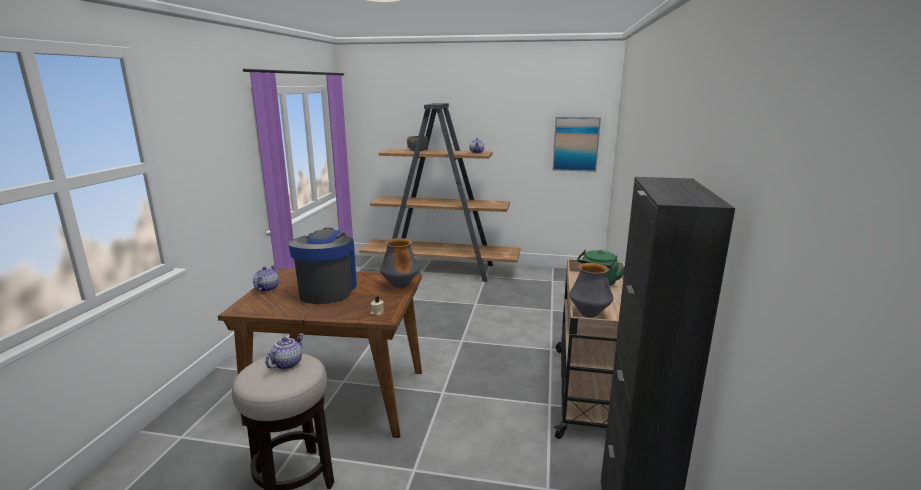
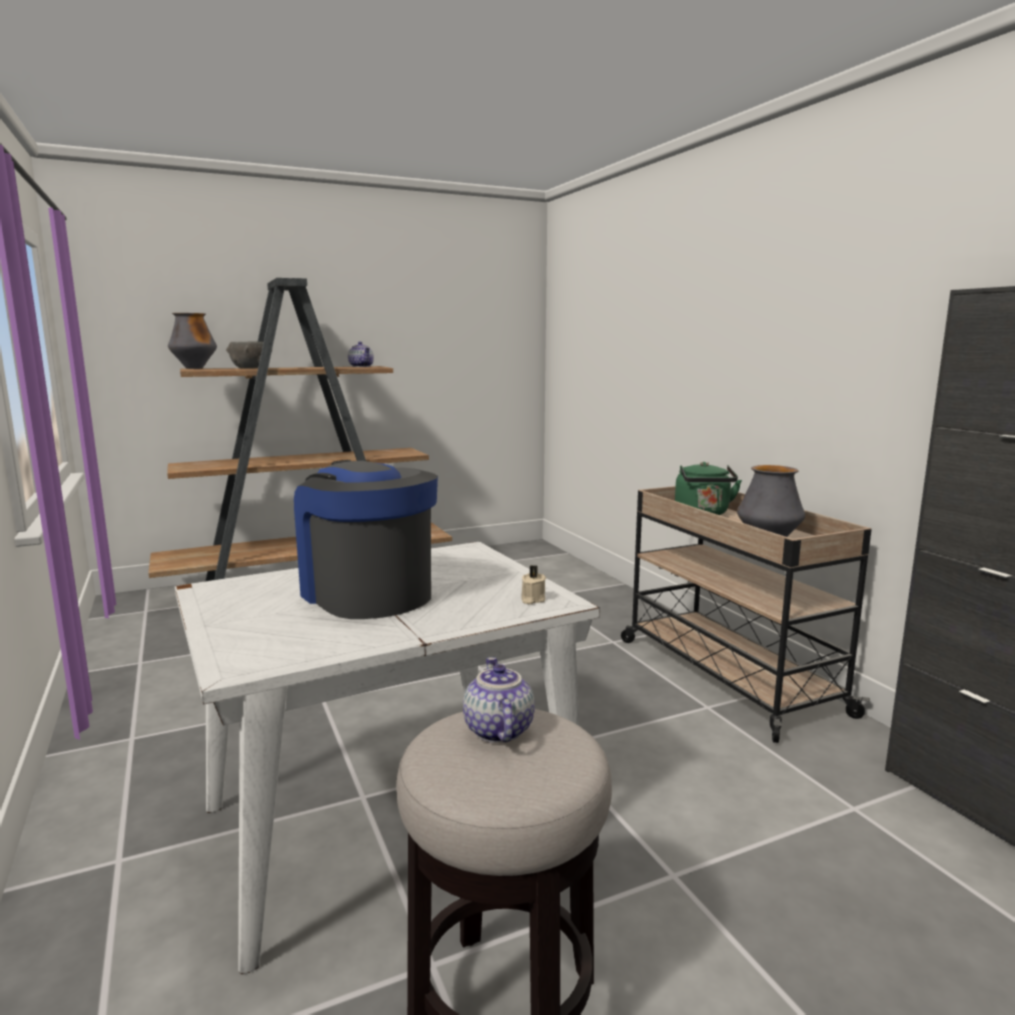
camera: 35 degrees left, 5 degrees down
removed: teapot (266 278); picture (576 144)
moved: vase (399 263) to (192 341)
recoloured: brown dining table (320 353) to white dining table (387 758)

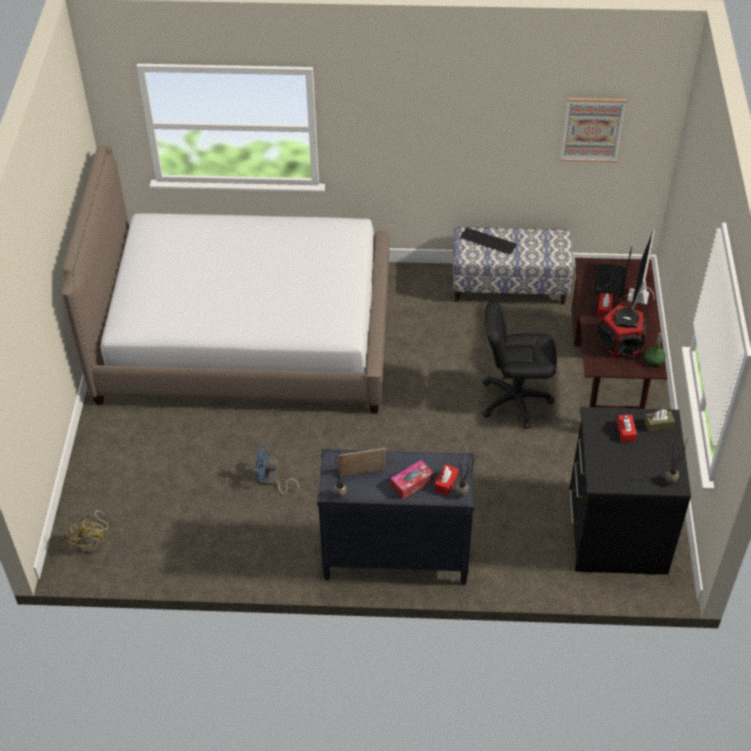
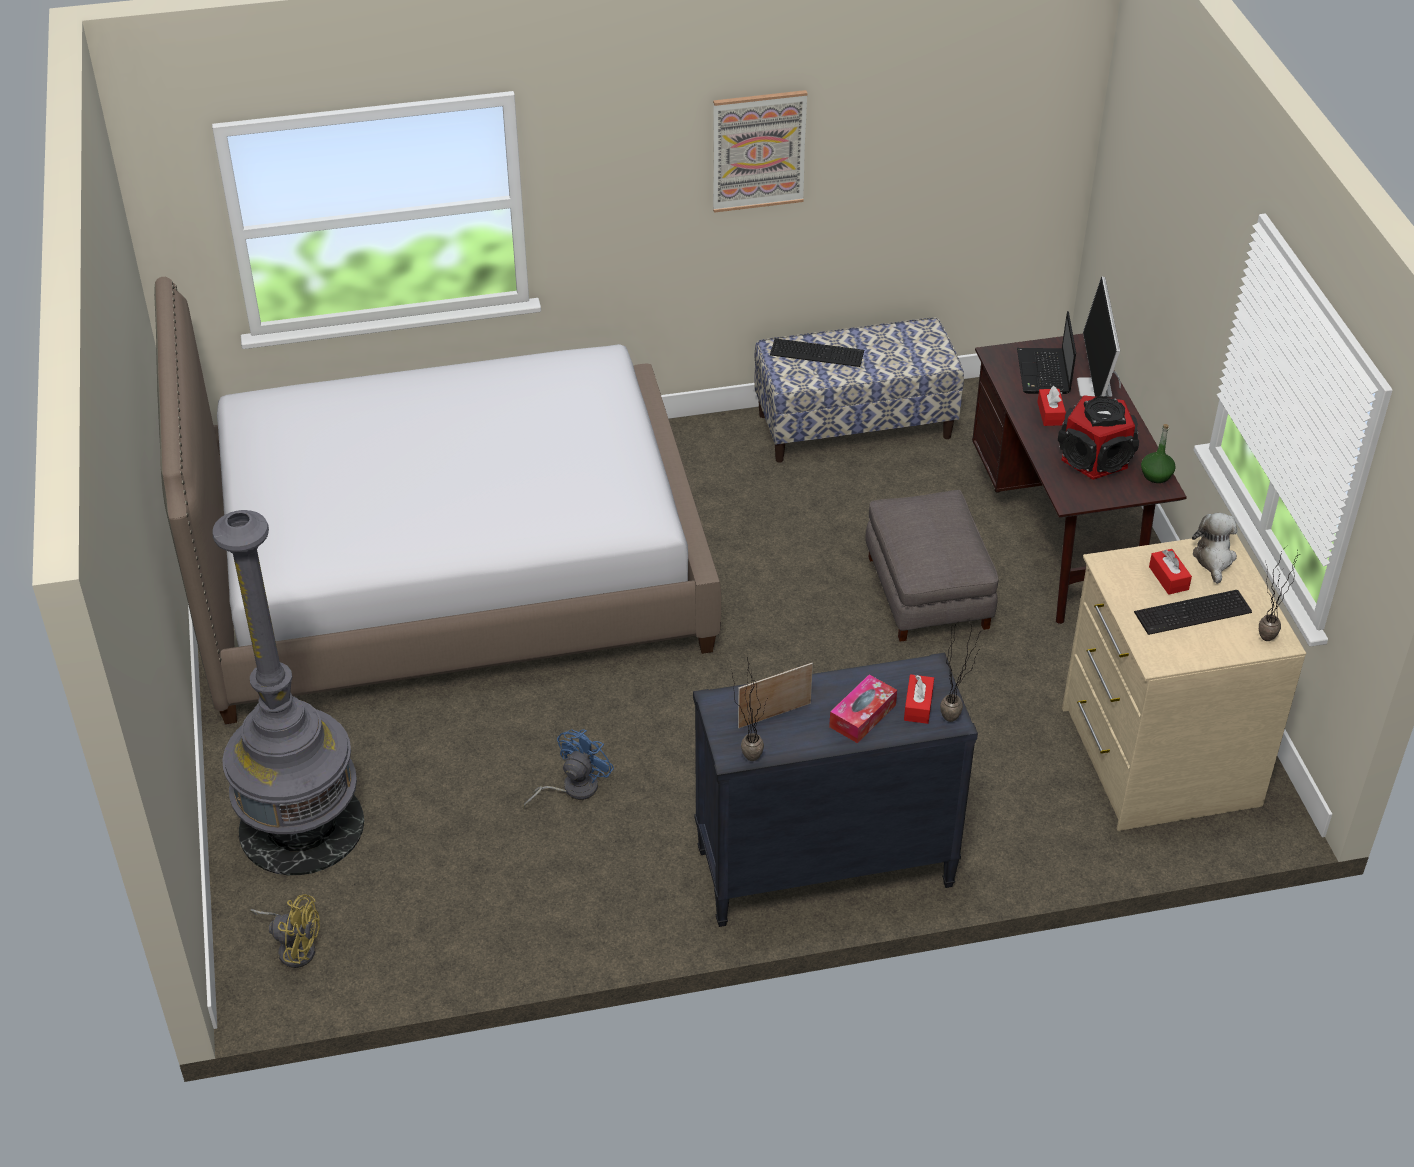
camera: 15 degrees left, 5 degrees down
added: grey floor lamp (288 692); keyboard (1193 612)
moved: picture (593 130) to (760 151)
replaced: black office chair (519 365) to grey ottoman (931 566); brown tissue box (659 420) to plush toy (1214 548)
recoloured: black dresser (630 491) to beige dresser (1184 682)
turned: yellow fan (87 532) = (285 931) 45 degrees counterclockwise; blue fan (277 470) = (568 769) 135 degrees clockwise

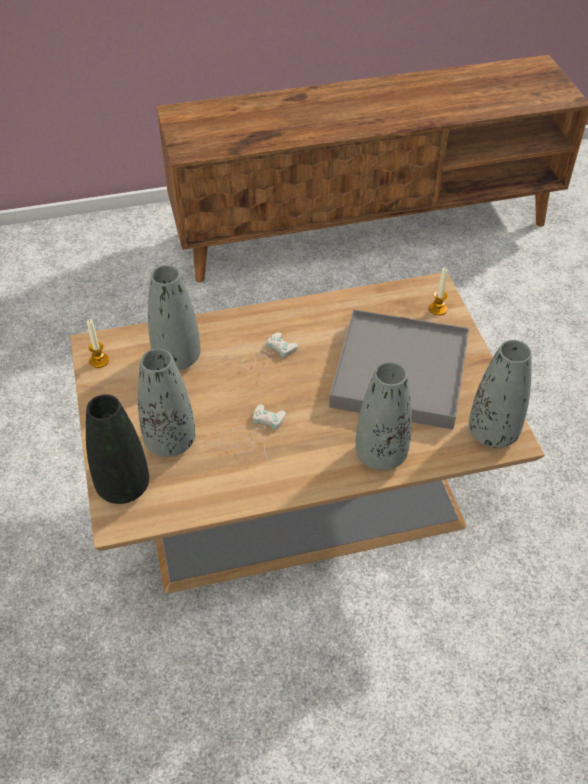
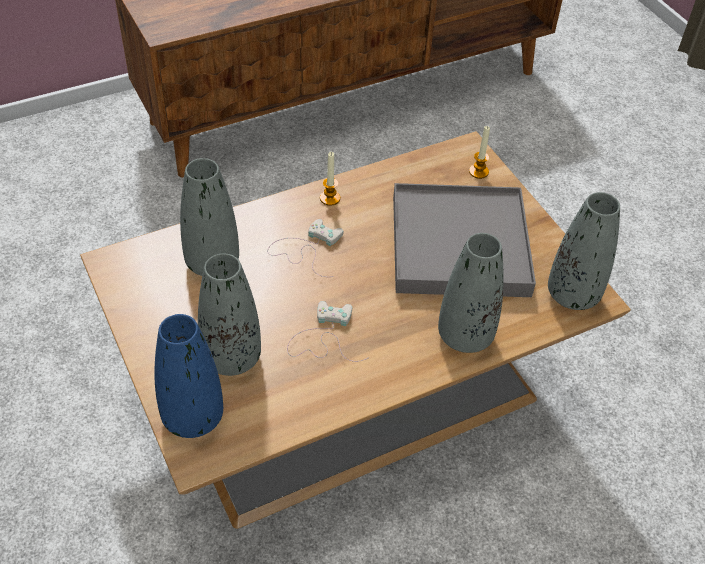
camera: 15 degrees left, 0 degrees up
moved: candle (98 343) to (330 179)
recoloured: black vase (117 449) to blue vase (188 376)

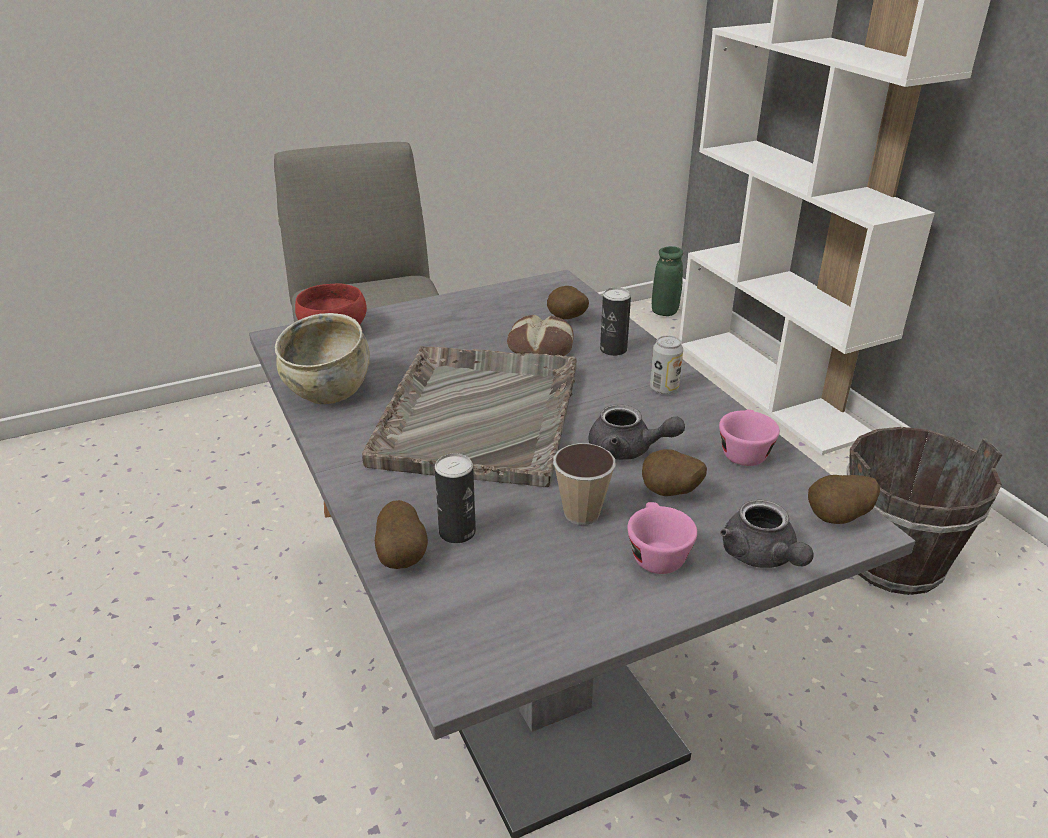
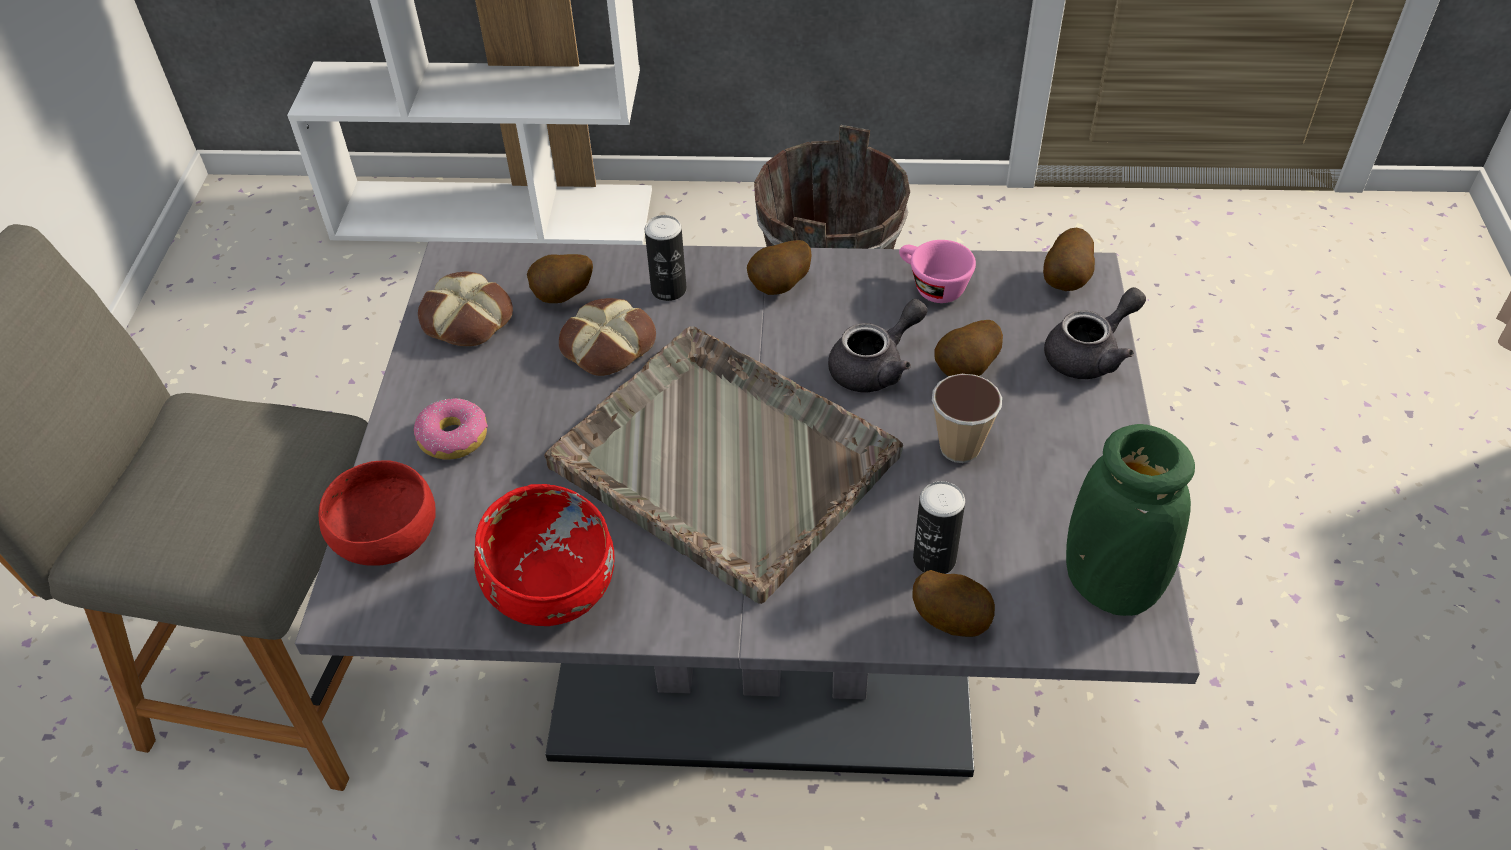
camera: 60 degrees left, 15 degrees up
removed: pink cup (662 538)
added: donut (451 429); bread (465 309)
moved: green vase (667 281) to (1130 520)
replaced: can (666 365) to potato (779 267)
recoloured: beige bowl (322 358) to red bowl (544 555)
turned: grey teapot (767 534) = (1095 333) 45 degrees counterclockwise

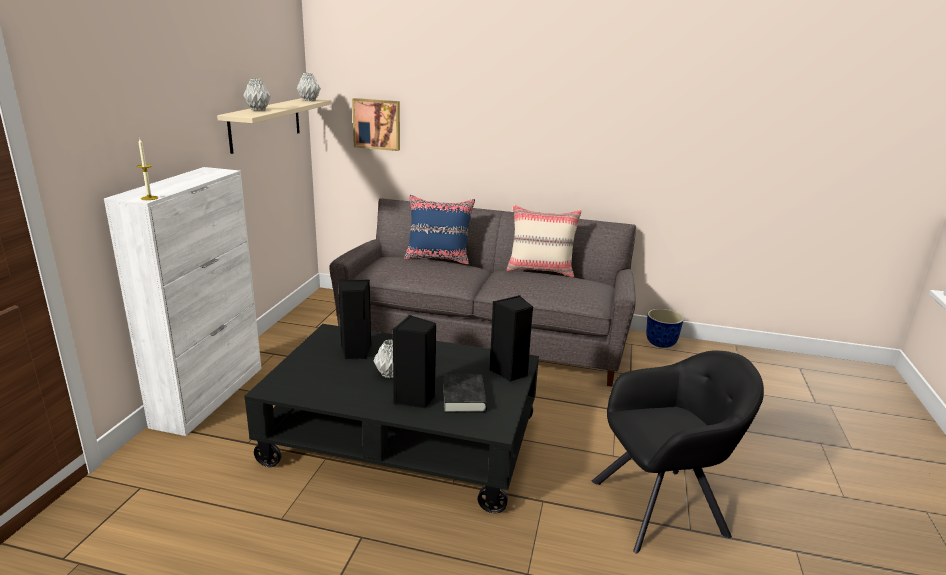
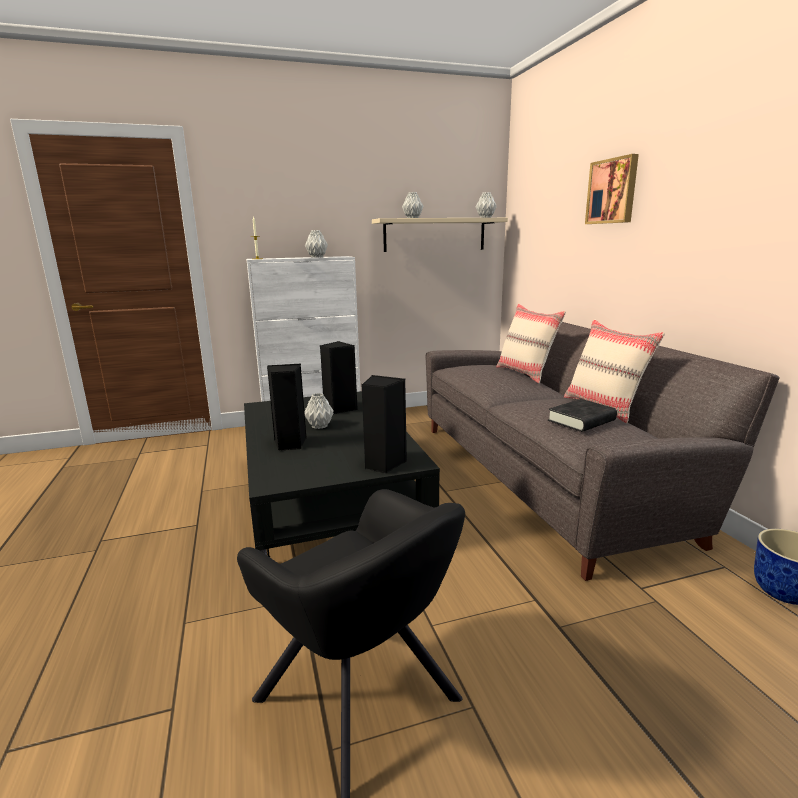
camera: 60 degrees right, 5 degrees down
added: grey vase (316 244)
moved: picture (376 124) to (612 189); black book (465 393) to (582 415)
recoloured: blue pillow (439 230) to beige pillow (531 343)

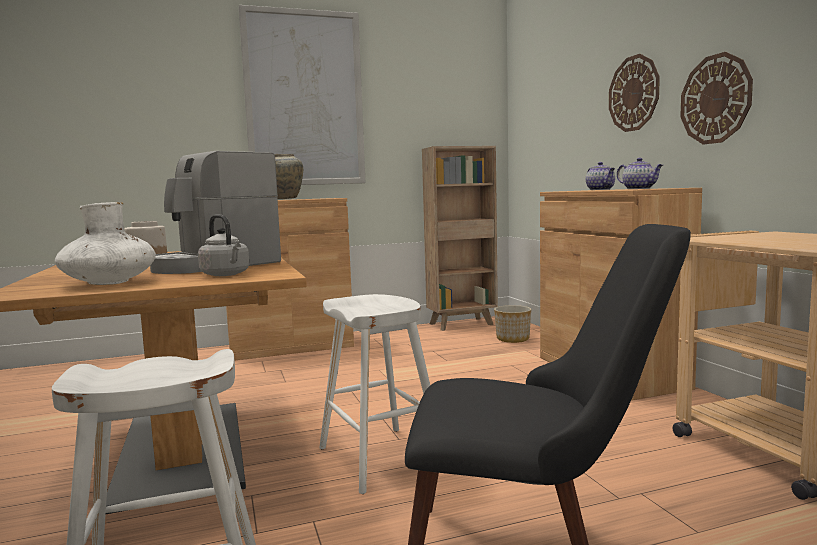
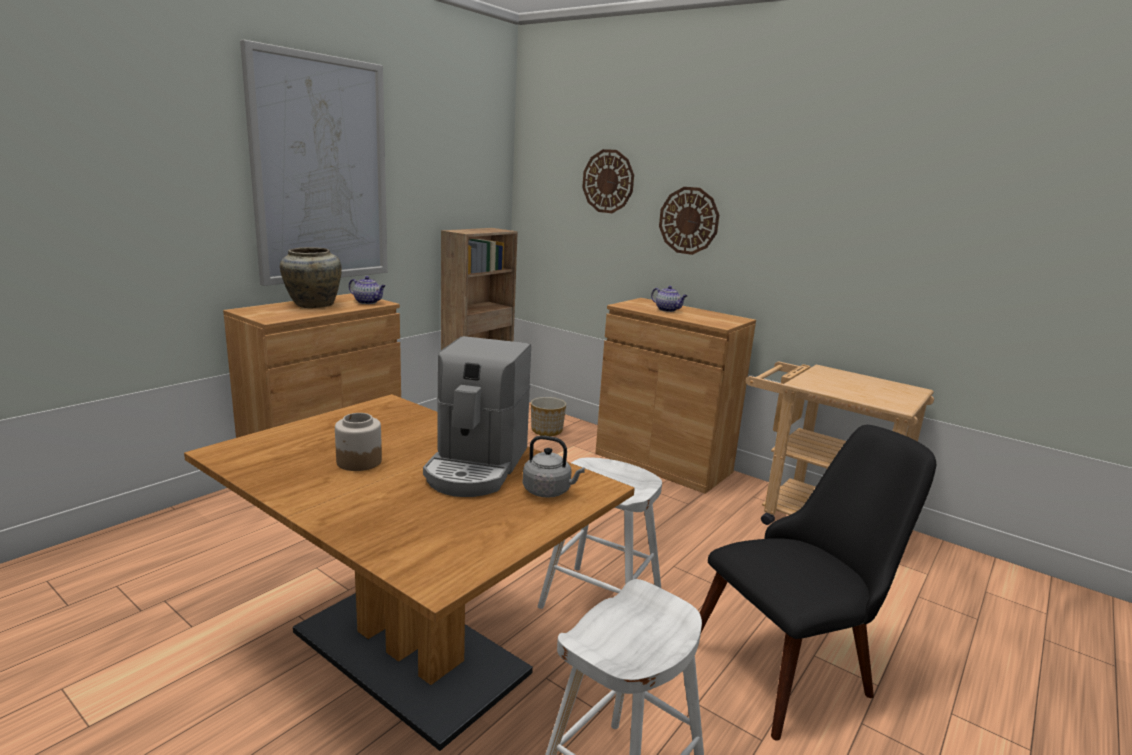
camera: 35 degrees left, 10 degrees up
removed: white vase (105 243)
moved: teapot (640 173) to (367 290); wall clock (716 98) to (608 181)

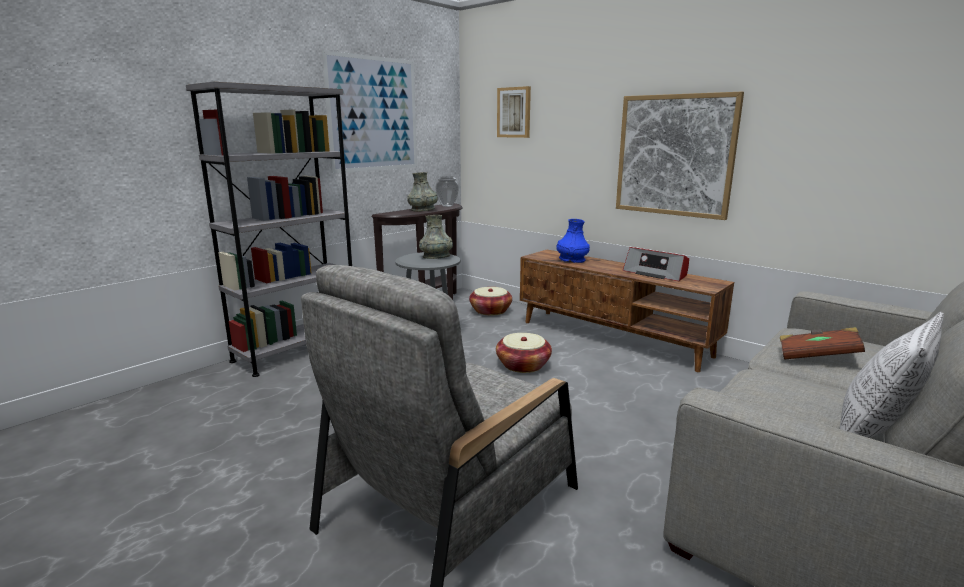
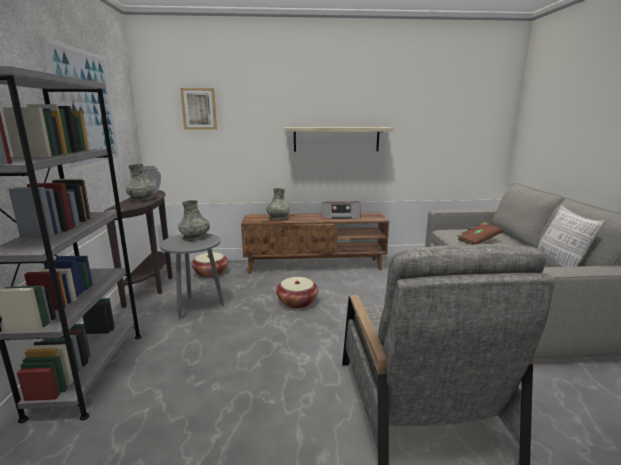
camera: 45 degrees left, 0 degrees up
replaced: picture (680 156) to shelf (339 139)
recoloured: blue vase (573 241) to grey vase (278 204)

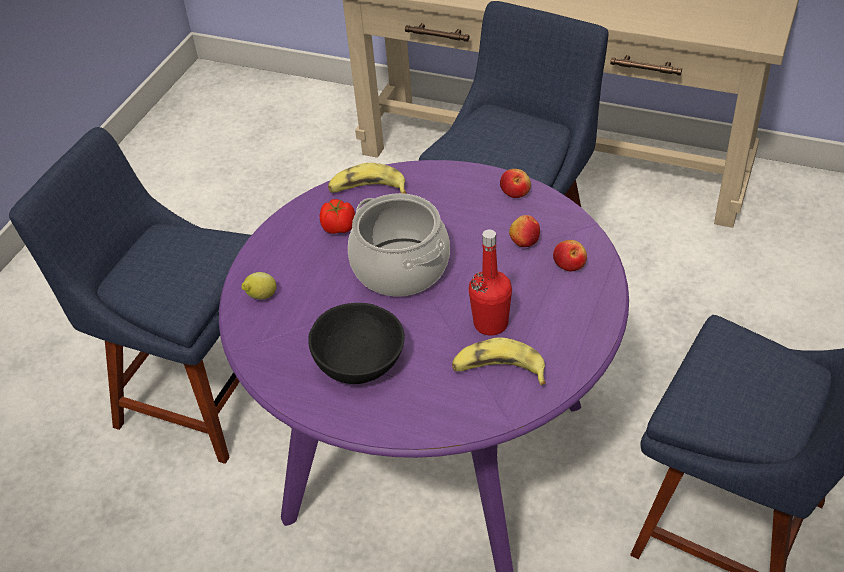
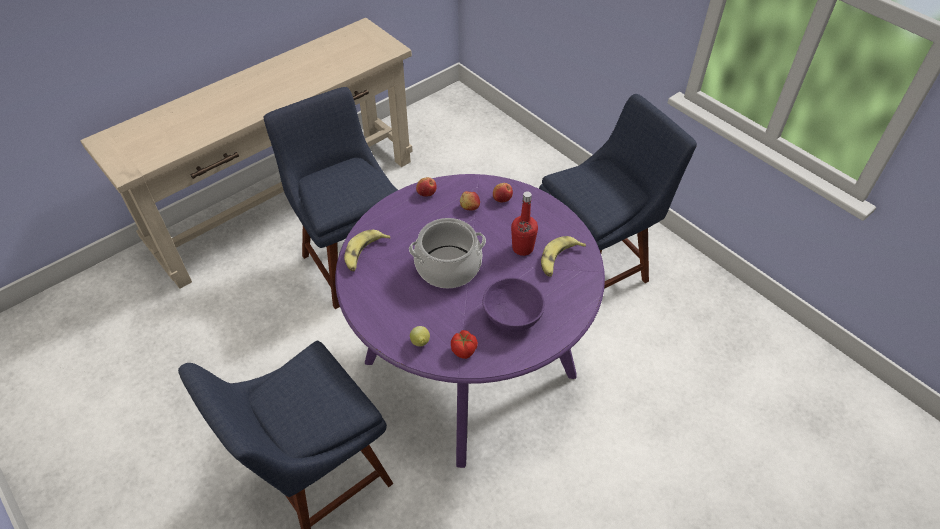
camera: 65 degrees left, 5 degrees up
moved: tomato (337 216) to (464 344)
recoloured: black bowl (356 343) to purple bowl (513 305)

